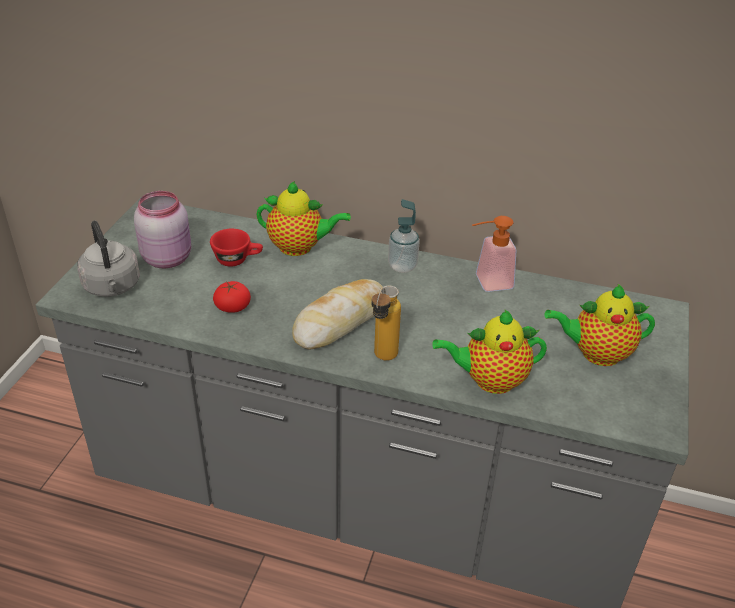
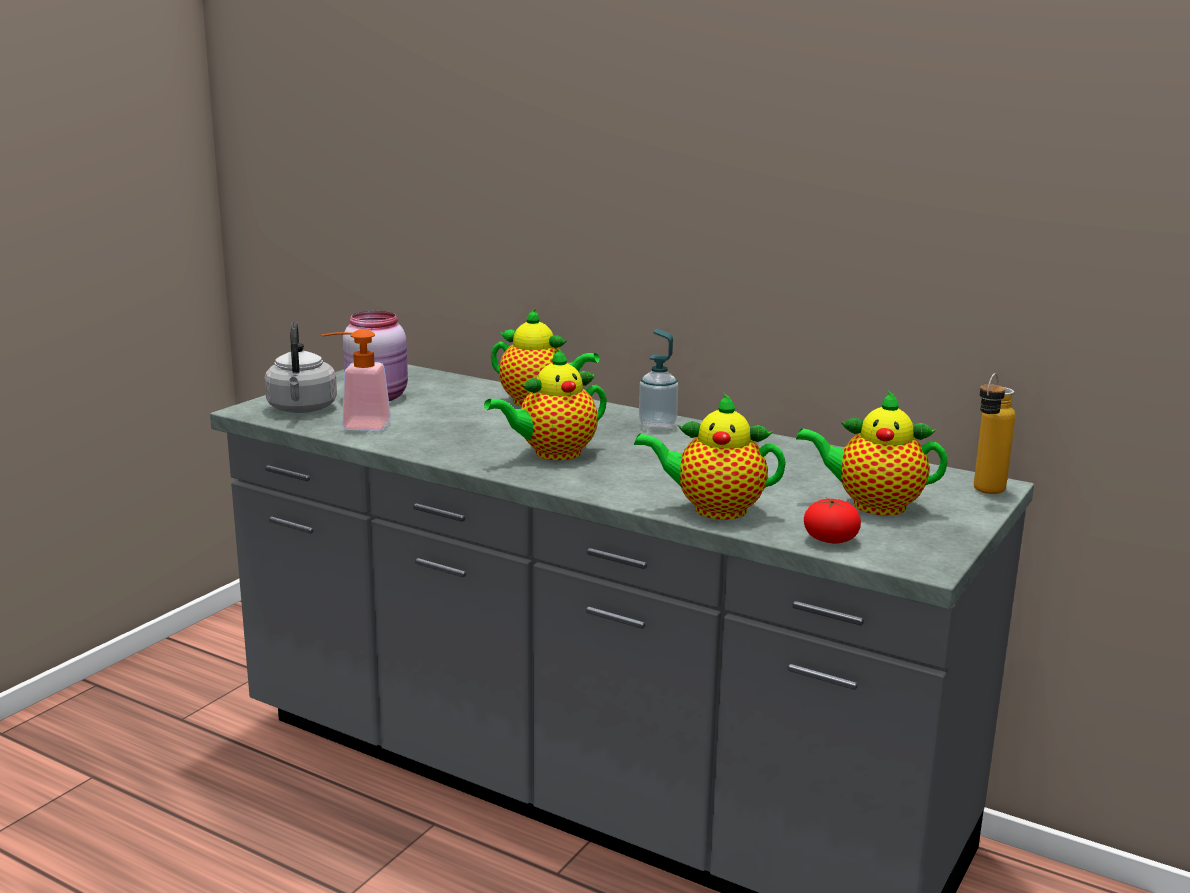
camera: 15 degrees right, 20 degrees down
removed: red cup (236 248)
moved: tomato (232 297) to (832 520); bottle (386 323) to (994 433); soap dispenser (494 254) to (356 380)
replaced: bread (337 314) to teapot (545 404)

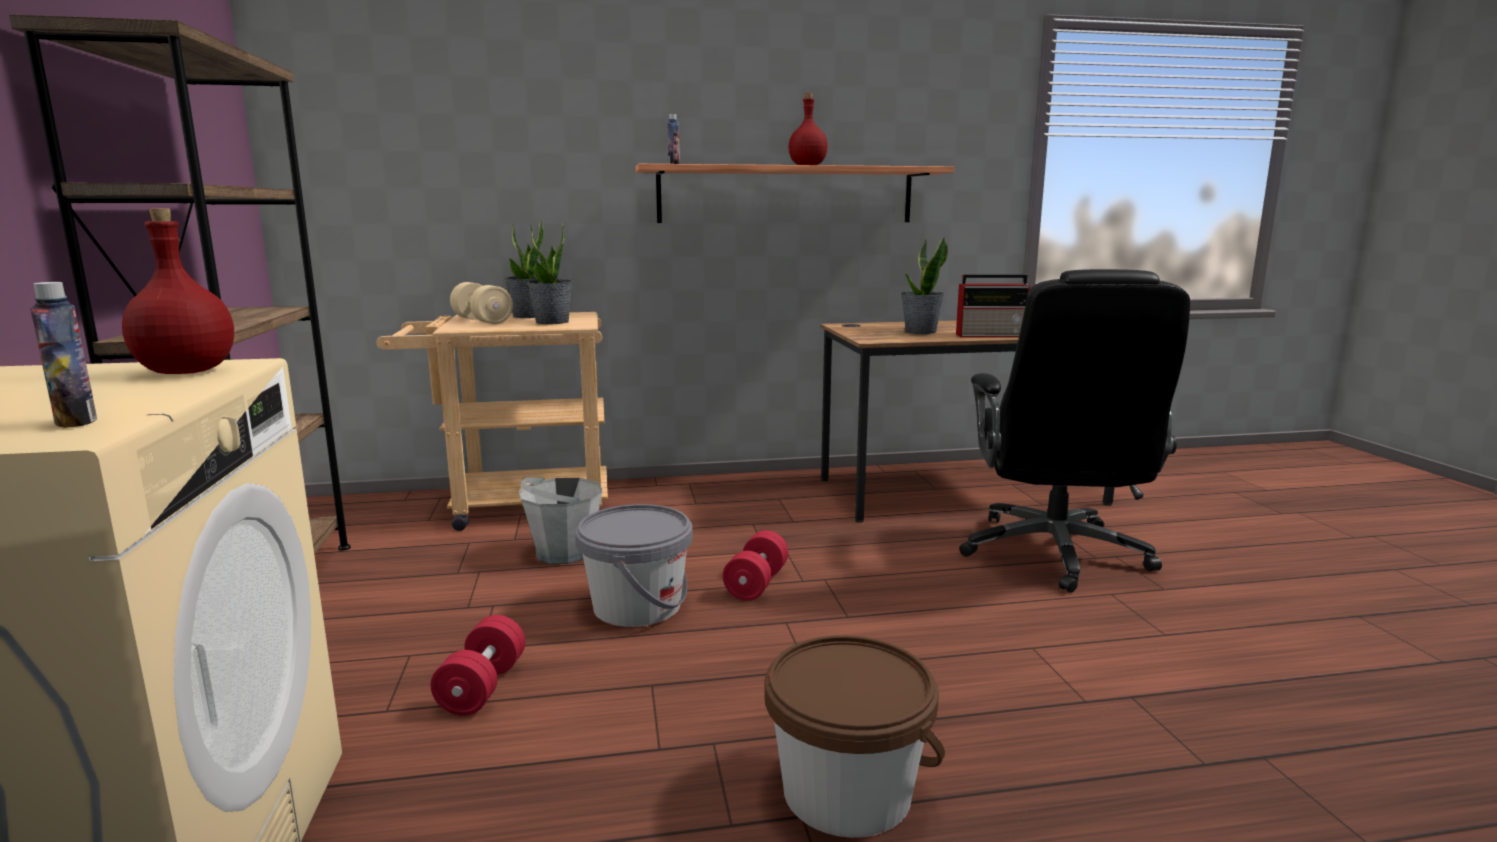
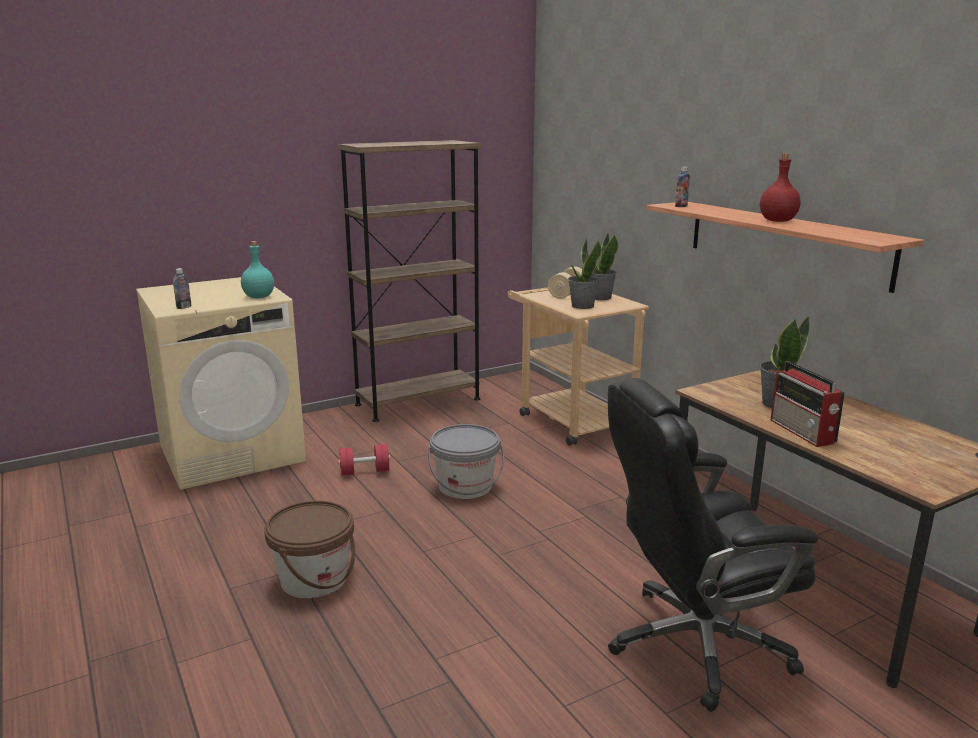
camera: 70 degrees right, 5 degrees up
removed: grey bucket (560 520); red dumbbell (755 565)
recoloured: red bottle (178 291) to turquoise bottle (257 269)

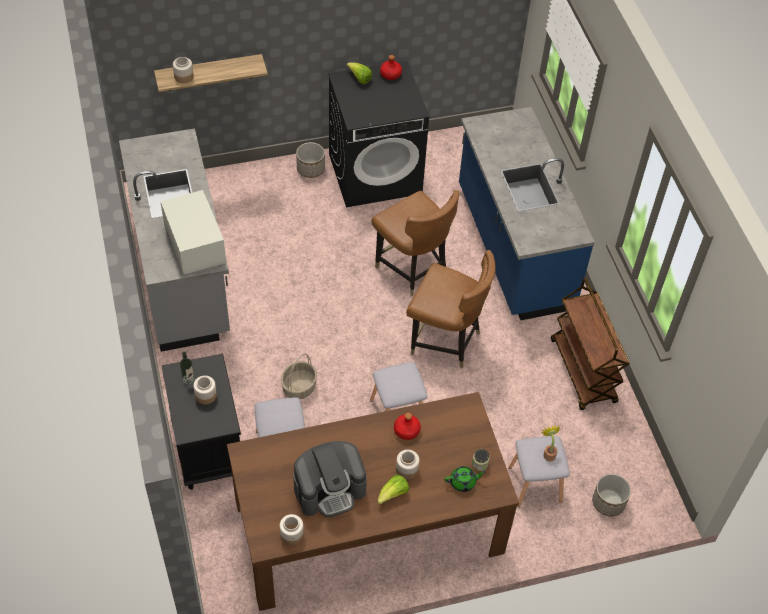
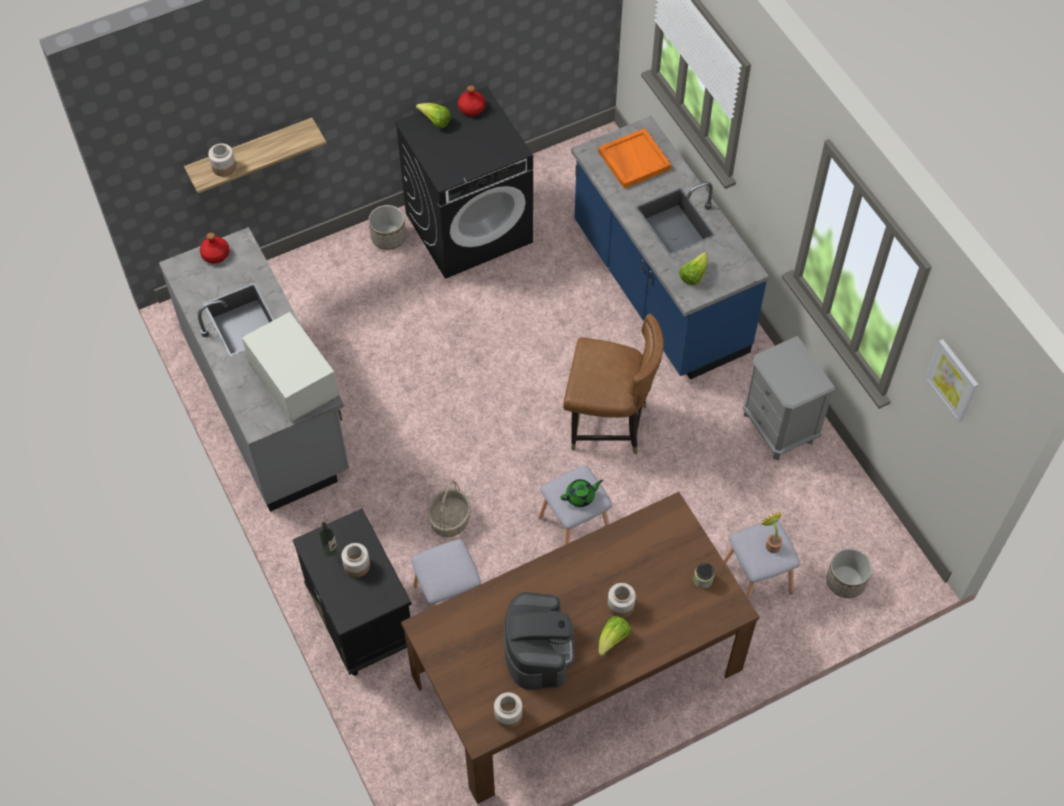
camera: 10 degrees left, 5 degrees up
removed: brown chair (415 243)
added: orange tray (634 158); lettuce (693 269); picture (951 381)
moved: red bottle (407 426) to (215 247); green teapot (465 479) to (581 493)
replaced: brown cart (590 344) to grey nightstand (789 398)
turned: coffee machine (330 479) = (539 641) 60 degrees counterclockwise

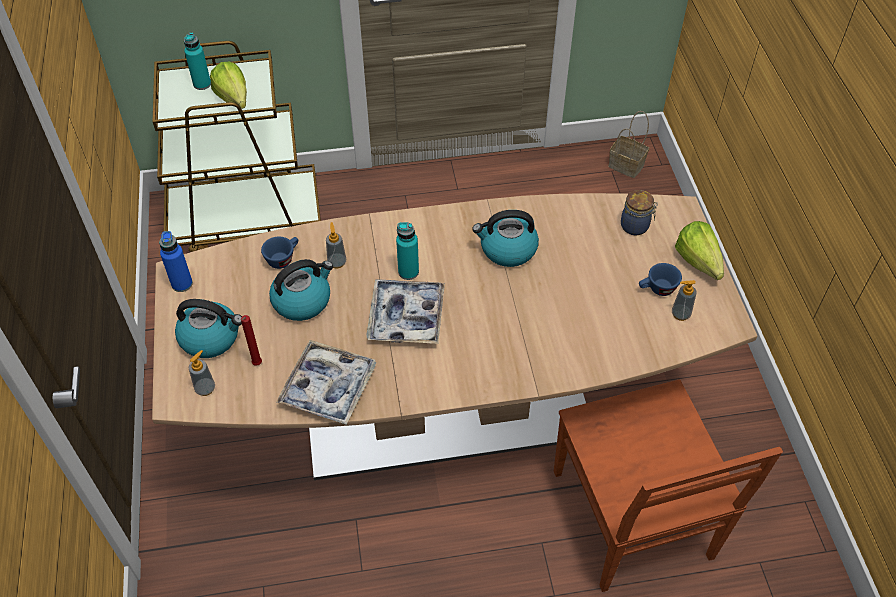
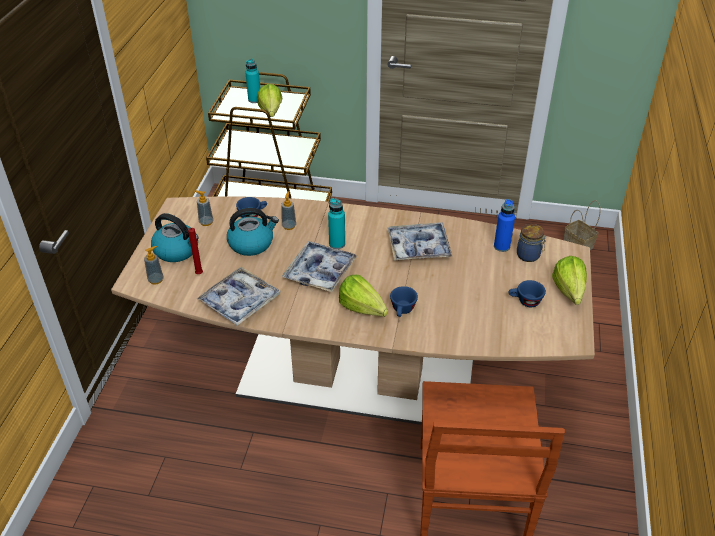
camera: 20 degrees right, 10 degrees down
added: lettuce (363 295); blue cup (404 301)
moved: blue bottle (176 261) to (504 225); soap dispenser (684 300) to (203 208)
replaced: kettle (505 238) to tray (420 241)

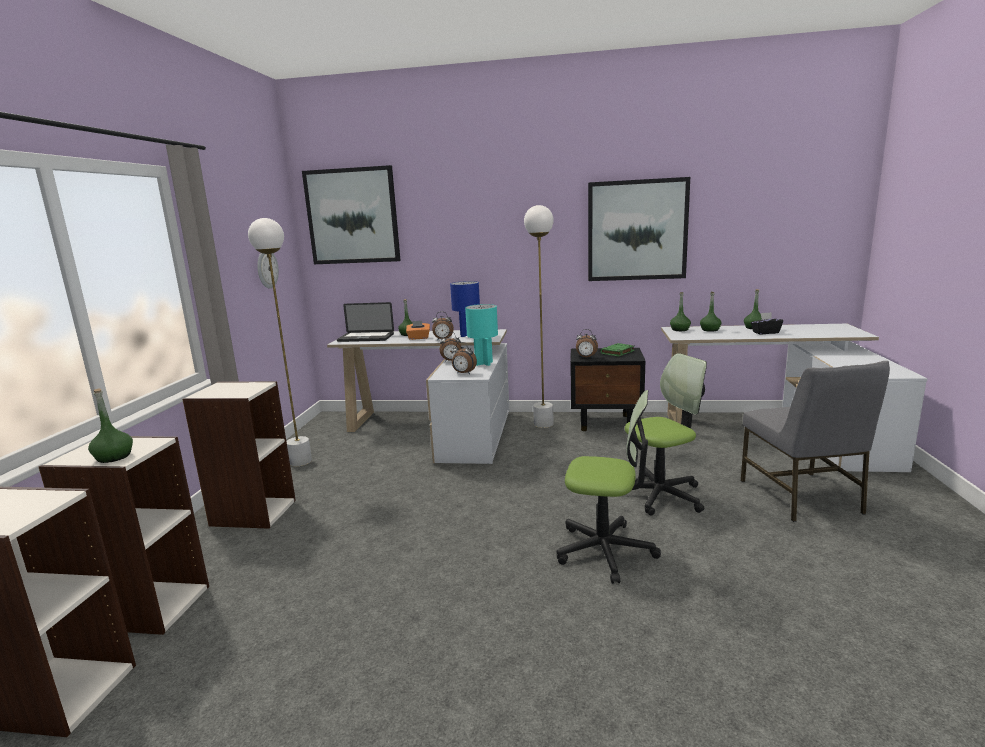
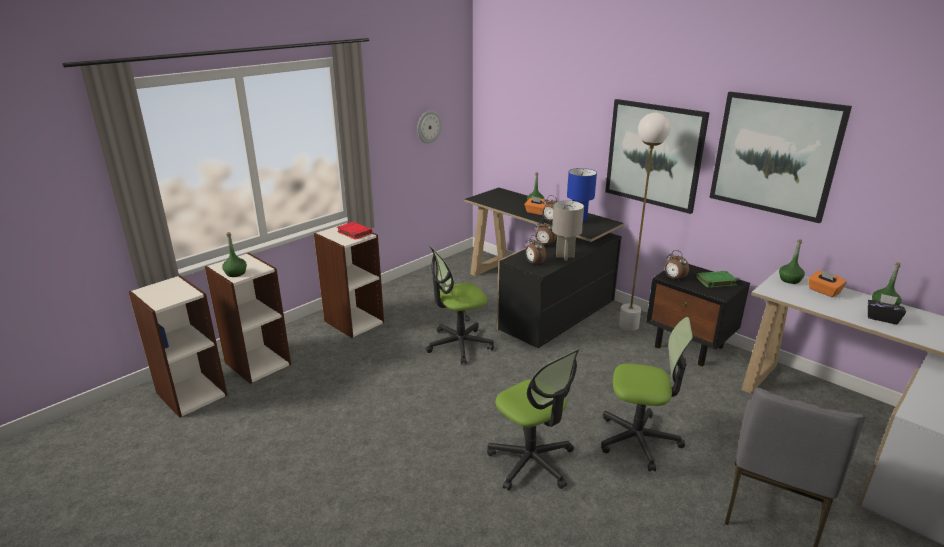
camera: 35 degrees right, 10 degrees up
removed: white floor lamp (280 342); laptop (365 322)
added: red book (355 231); office chair (460 304)
moved: picture (351 214) to (657 156)
replaced: green bottle (711 312) to orange tissue box (827 283)
recoloured: white desk (418 396) to black desk (544 268); turquoise table lamp (481 335) to grey table lamp (568 230)

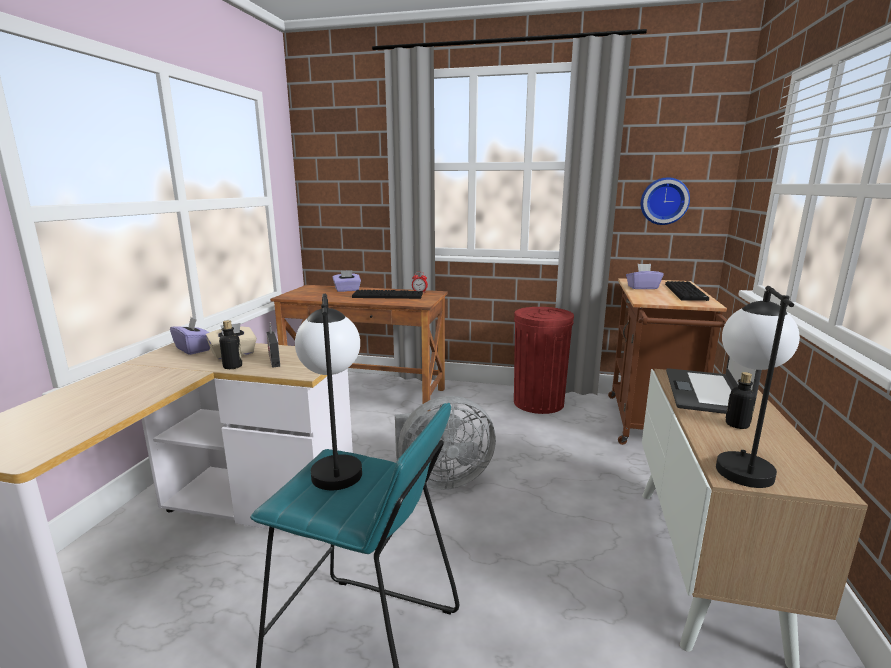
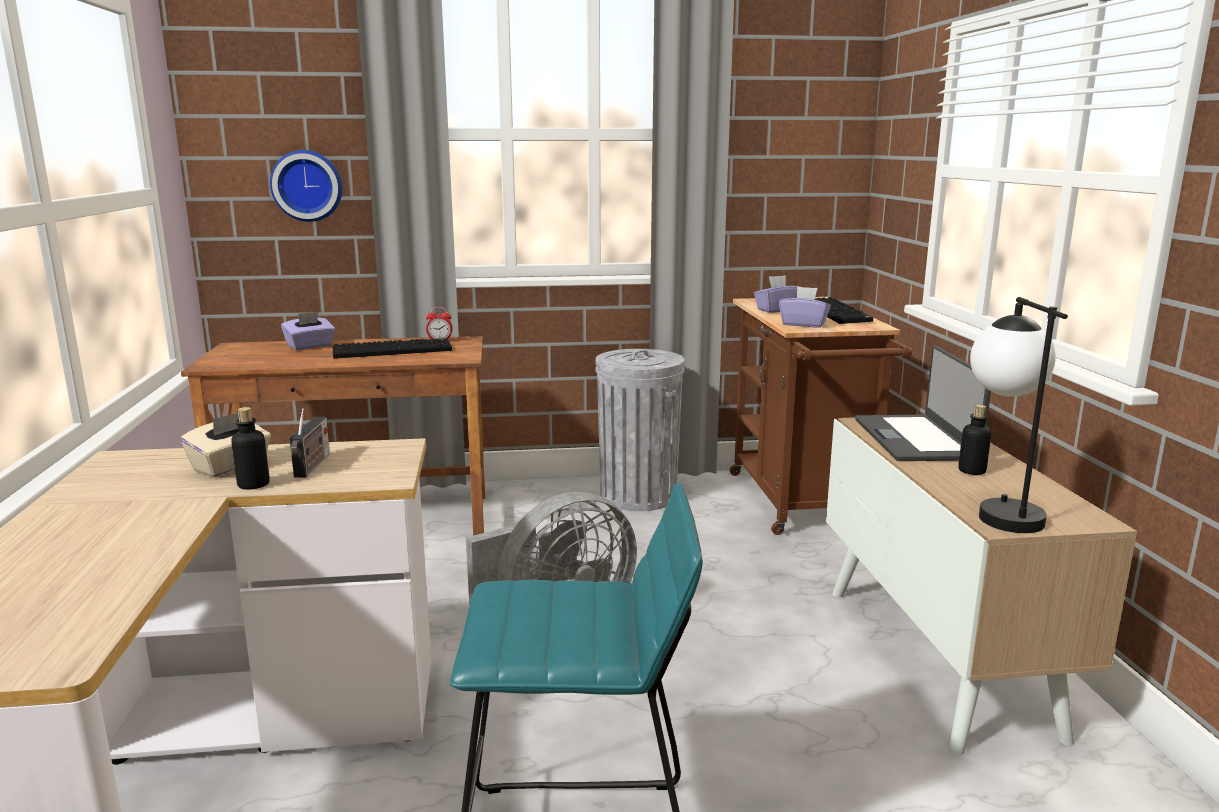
camera: 20 degrees left, 0 degrees up
removed: table lamp (328 392)
moved: purple tissue box (190 336) to (805 306); wall clock (665 201) to (306 186)
recoloured: red trash can (544 360) to grey trash can (639 430)
turned: radio (273 345) = (310 443) 135 degrees counterclockwise

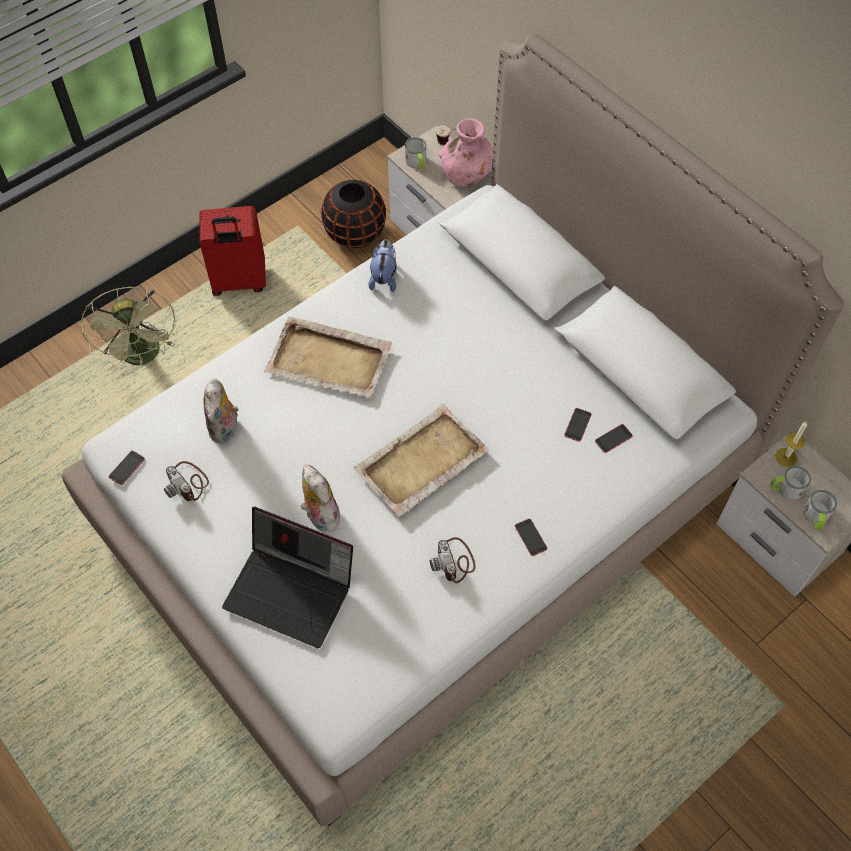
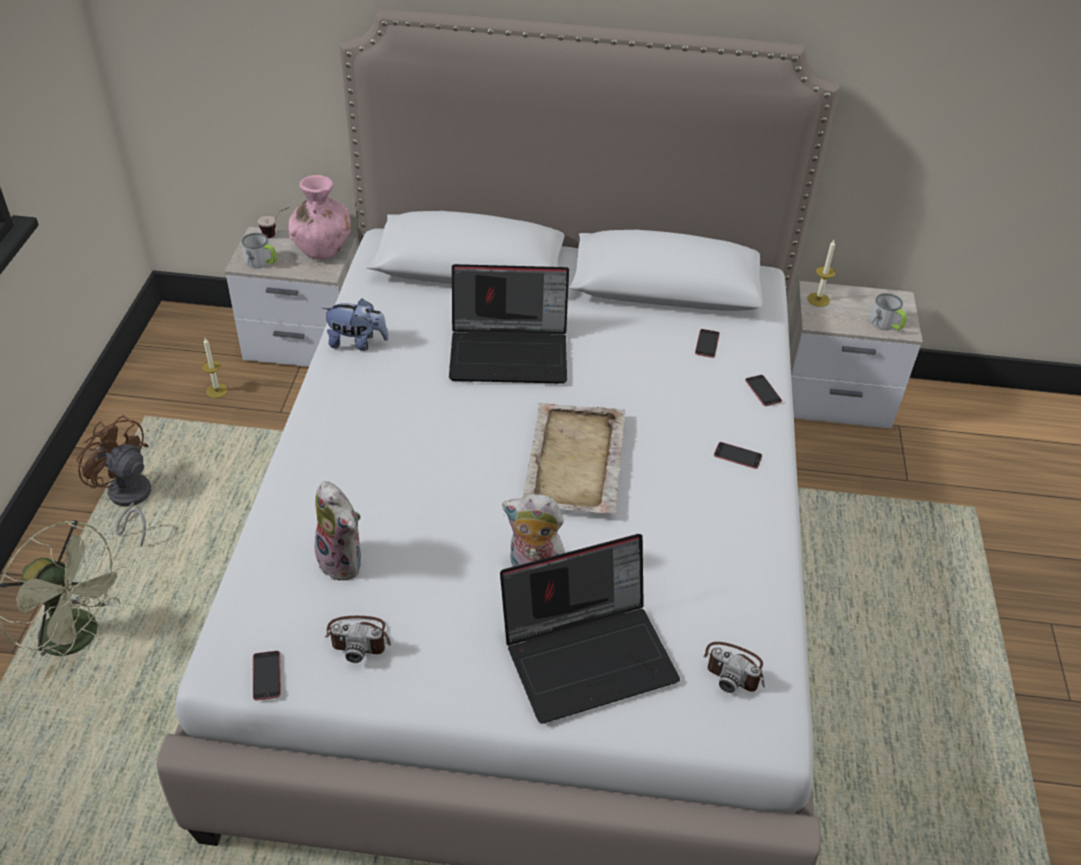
camera: 45 degrees left, 15 degrees down
removed: beige tray (328 357); mug (790 483)
added: laptop (509 324)
moved: photo camera (452 560) to (734 667); phone (578 425) to (763 390)
replaced: red suitcase (232 251) to brown fan (113 481); black vase (353 214) to candle (215 368)
turned: plush toy (382 265) = (355 324) 135 degrees clockwise

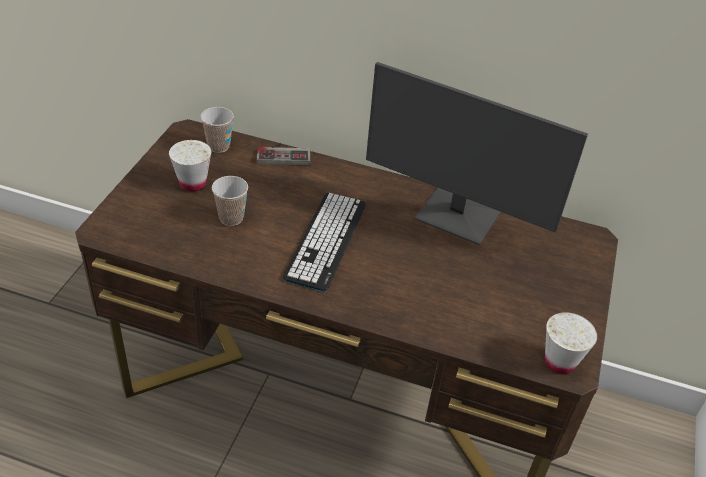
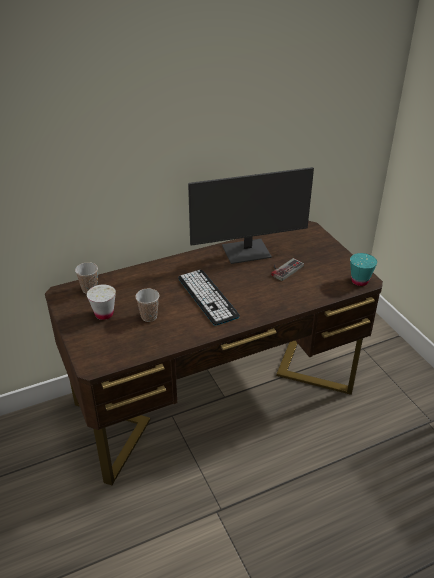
camera: 40 degrees left, 5 degrees down
moved: game controller (283 154) to (287 269)
recoloured: white cup (571 343) to turquoise cup (363 269)

